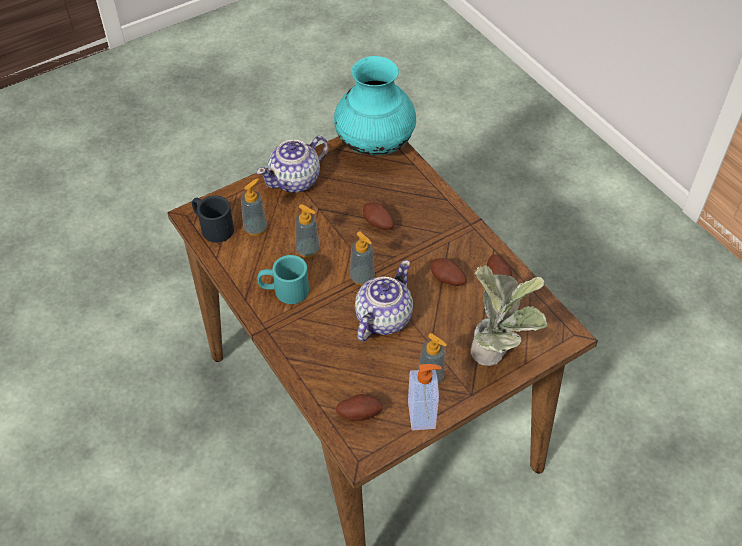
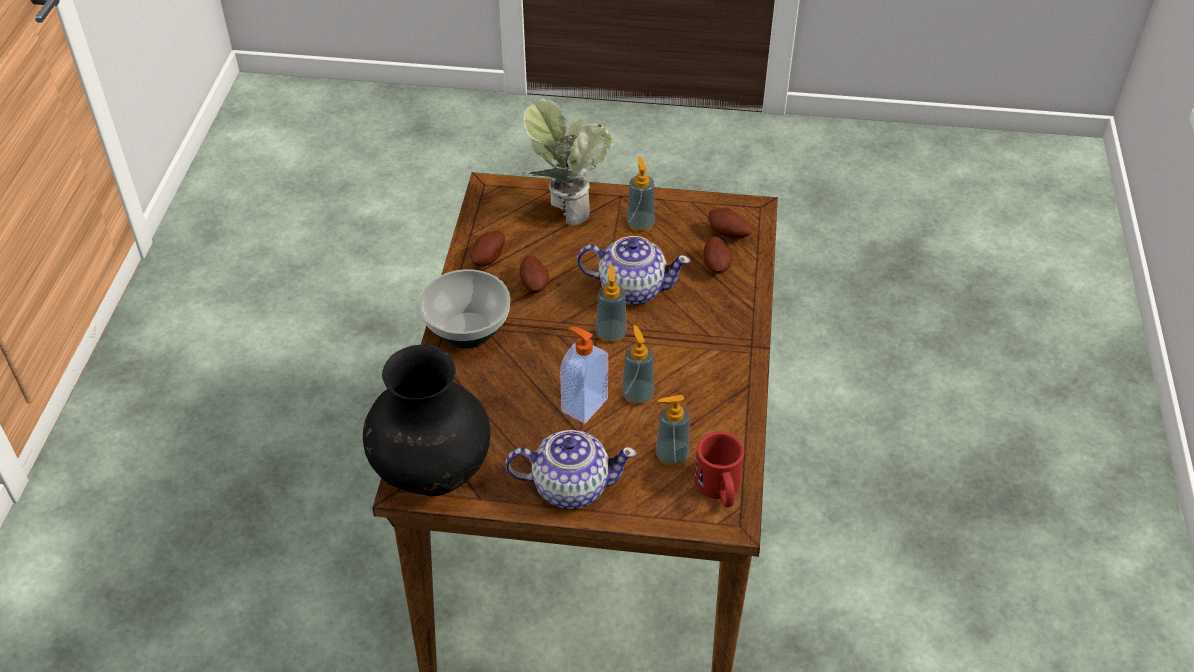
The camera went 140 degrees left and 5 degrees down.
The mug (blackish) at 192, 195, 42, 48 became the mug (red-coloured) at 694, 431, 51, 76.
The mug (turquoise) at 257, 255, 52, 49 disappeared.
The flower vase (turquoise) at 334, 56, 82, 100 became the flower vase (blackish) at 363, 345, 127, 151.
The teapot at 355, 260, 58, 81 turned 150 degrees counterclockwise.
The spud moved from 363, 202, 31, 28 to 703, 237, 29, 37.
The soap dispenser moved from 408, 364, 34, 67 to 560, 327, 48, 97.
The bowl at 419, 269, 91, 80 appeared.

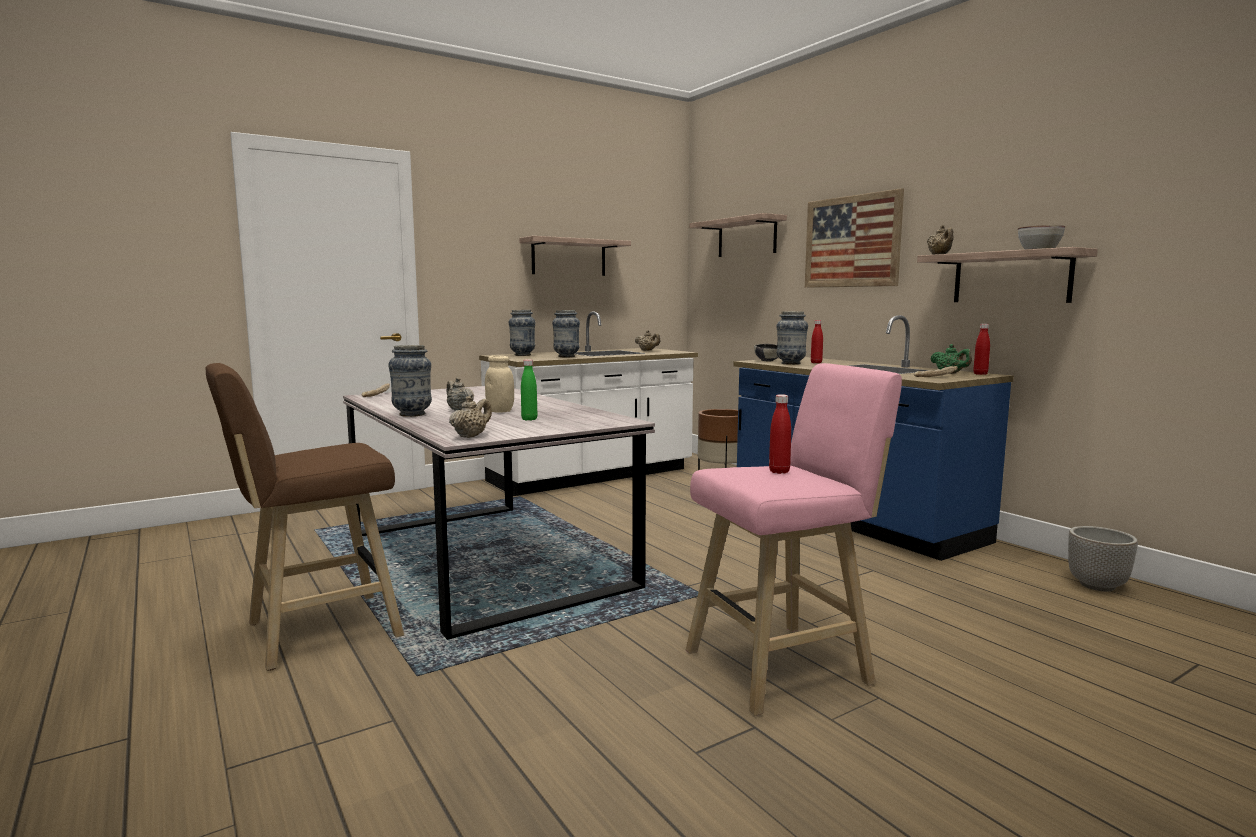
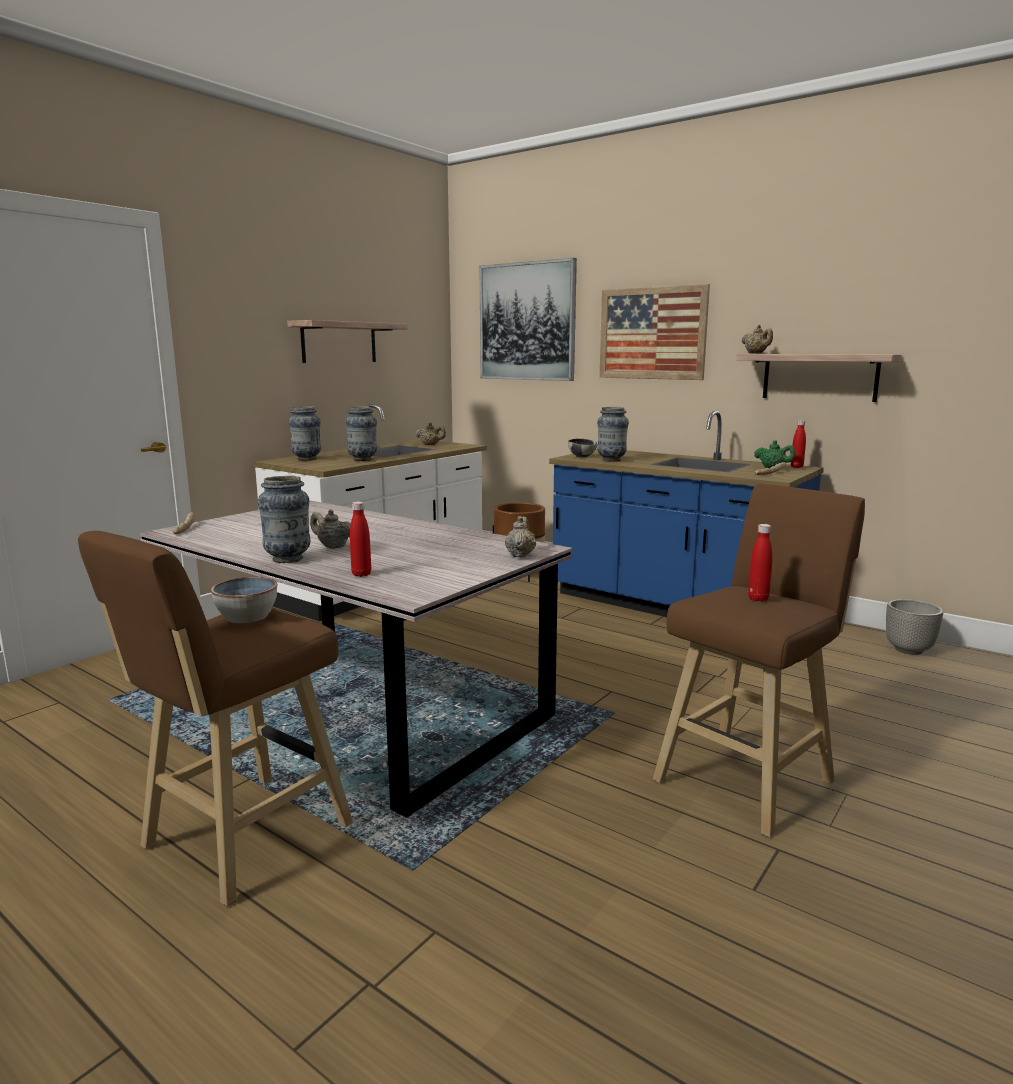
The camera went 20 degrees left and 5 degrees up.
The teapot (beige) moved from 449, 396, 43, 42 to 505, 516, 31, 42.
The jar (beige) at 485, 355, 29, 57 disappeared.
The beverage bottle (green-coloured) at 521, 359, 16, 61 disappeared.
The sitting stool (pink) at 686, 363, 216, 353 became the sitting stool (brownish) at 653, 484, 212, 354.
The bracket shelf at 689, 213, 98, 44 was replaced by the picture at 480, 258, 97, 123.
The beverage bottle (red-coloured) moved from 811, 320, 12, 43 to 350, 501, 21, 76.
The bowl moved from 1018, 225, 47, 25 to 211, 577, 66, 46.

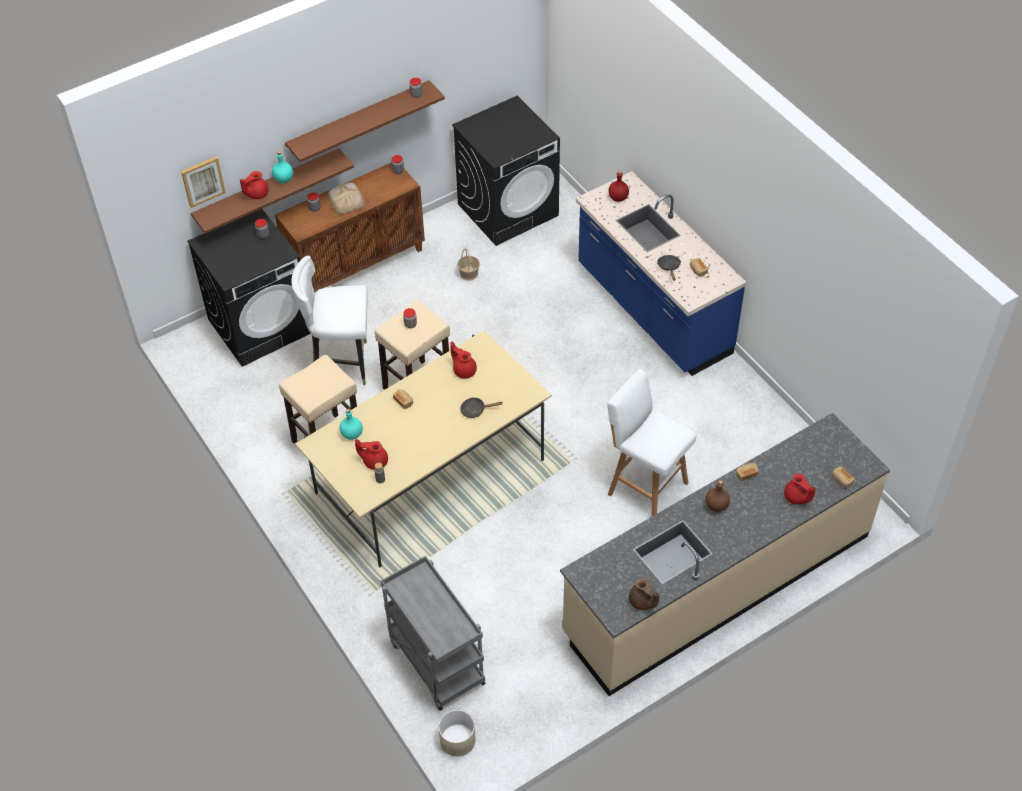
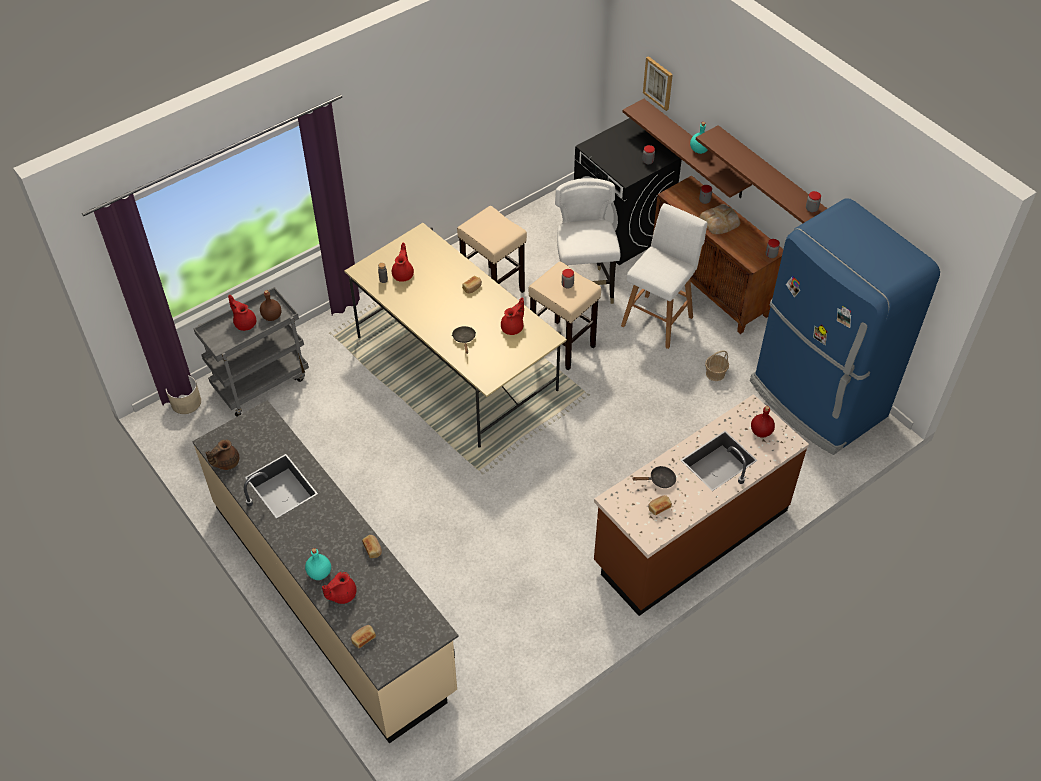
The camera went 85 degrees right and 0 degrees up.
The teapot (red-coloured) moved from 240, 171, 28, 28 to 228, 295, 28, 36.
The beverage bottle (turquoise) moved from 339, 409, 24, 31 to 305, 548, 26, 32.
The laundry machine (blackish) at 452, 96, 108, 150 was replaced by the kitchen fridge (blue-coloured) at 750, 198, 190, 257.
The kitchen counter (blue-coloured) at 576, 171, 170, 205 became the kitchen counter (brownish) at 594, 394, 215, 222.
The sitting stool (white) moved from 607, 369, 90, 147 to 621, 203, 86, 146.
The beverage bottle (brownish) moved from 705, 480, 25, 32 to 260, 290, 21, 31.

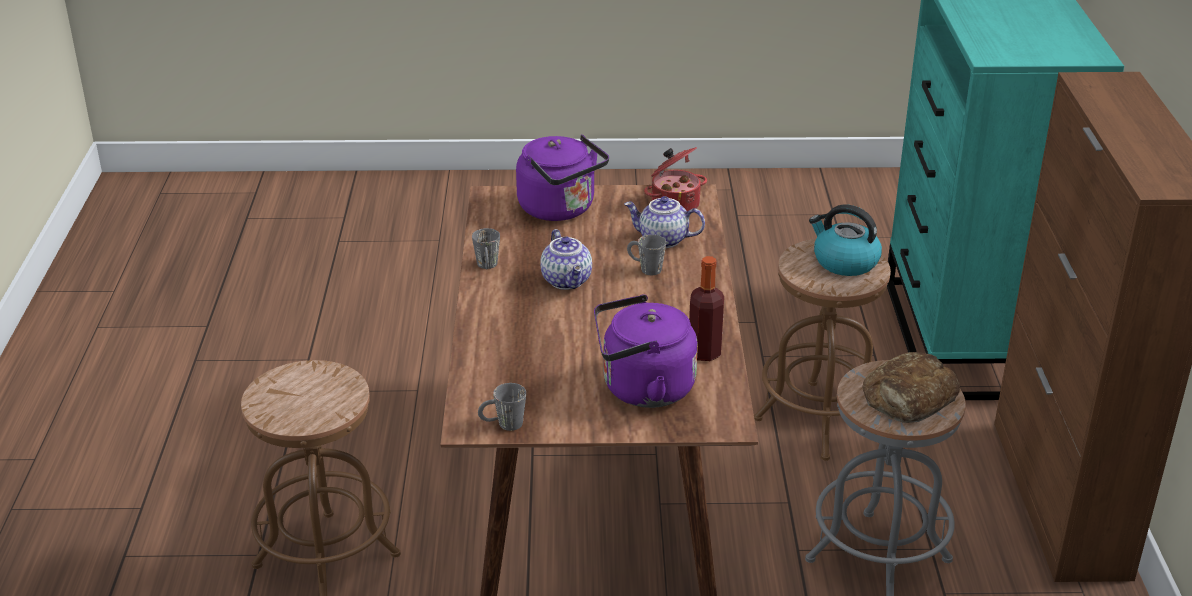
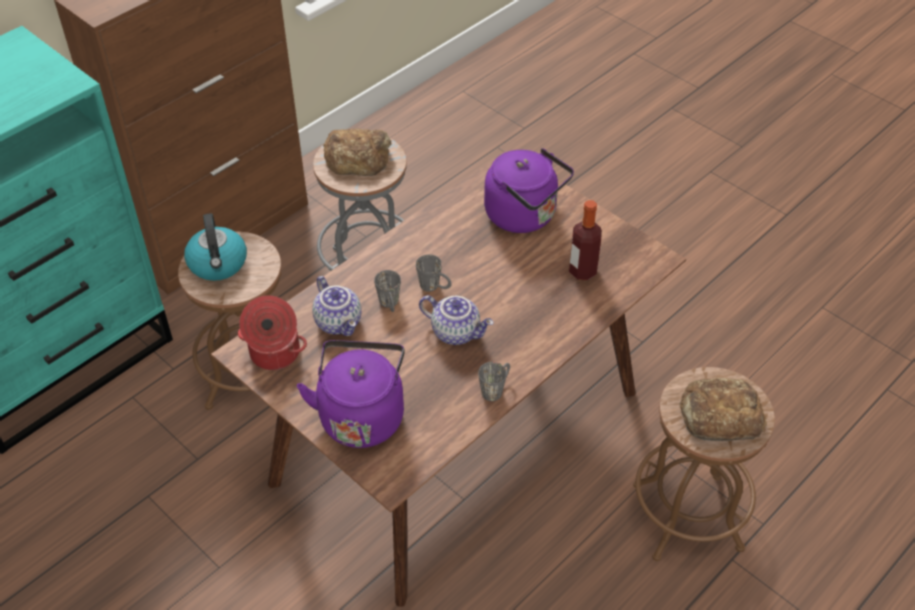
The camera went 135 degrees left and 15 degrees up.
The mug (grey) moved from 478, 383, 48, 48 to 416, 254, 36, 38.
The teapot at 540, 229, 52, 61 turned 90 degrees clockwise.
The beverage bottle moved from 689, 256, 35, 105 to 569, 200, 33, 80.
The bread at 680, 378, 87, 63 appeared.

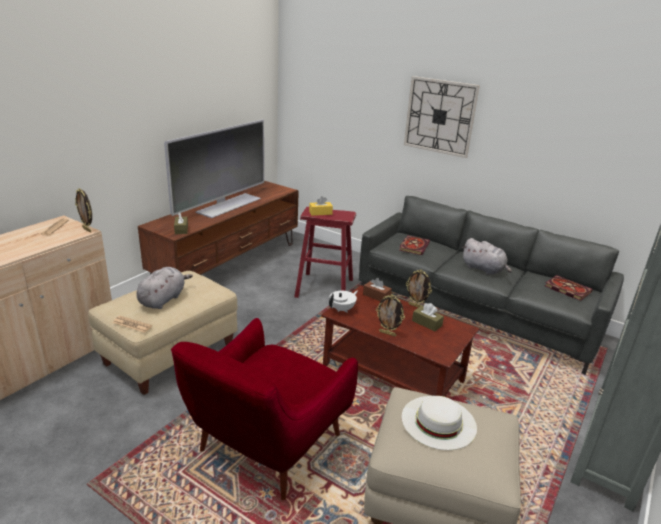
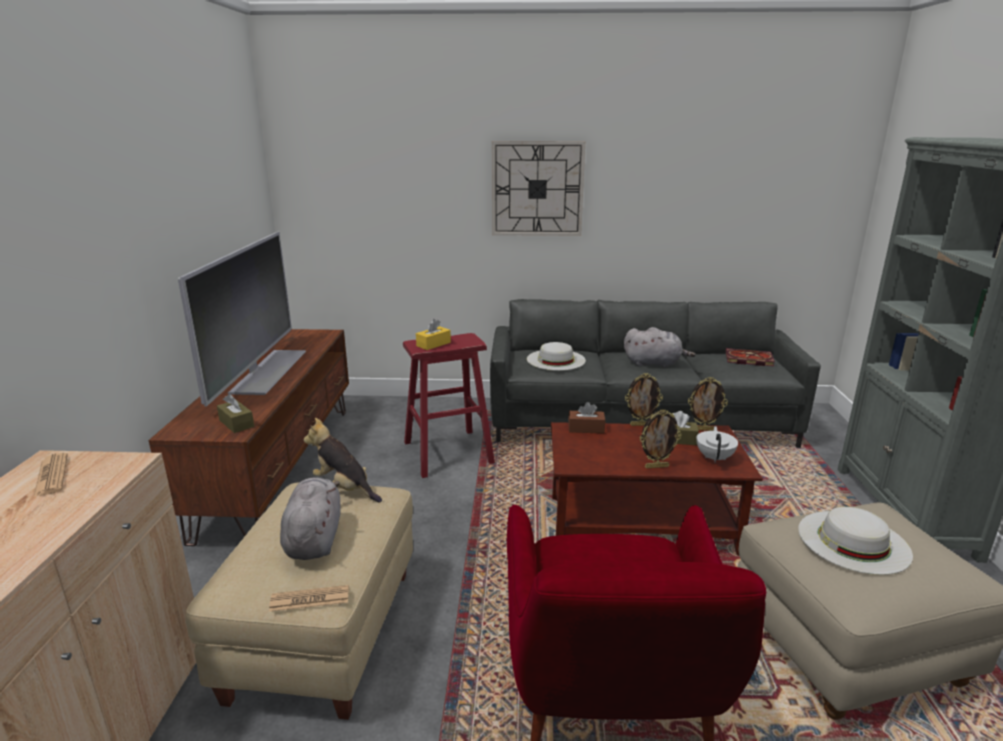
The camera went 30 degrees left and 5 degrees down.
The photo frame moved from 75, 188, 17, 45 to 688, 377, 40, 54.
The teapot (white) moved from 329, 291, 29, 21 to 696, 426, 42, 37.
The volume at 399, 235, 31, 20 was replaced by the hat (white) at 527, 342, 59, 29.
The cuddly toy at 304, 418, 78, 85 appeared.

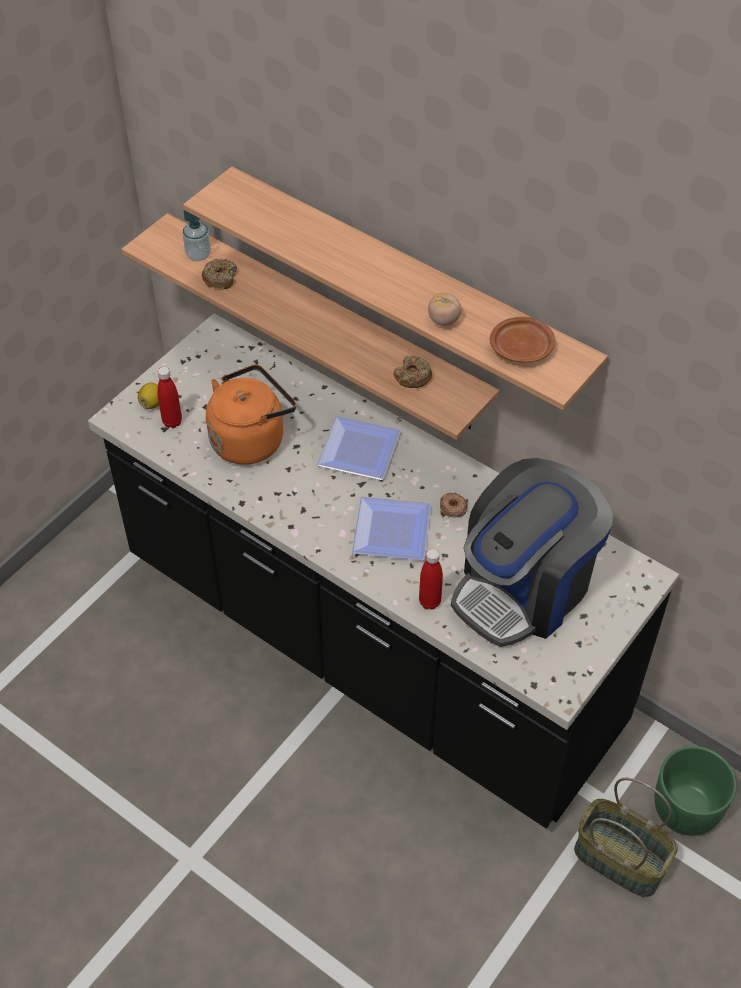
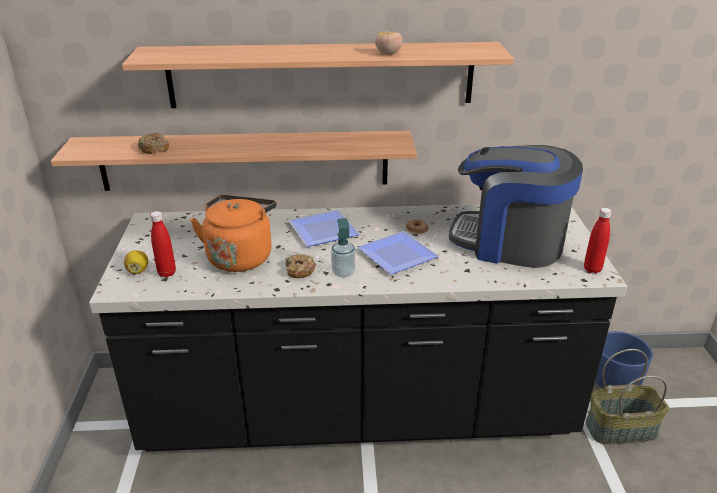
The camera went 40 degrees left and 20 degrees down.
The soap dispenser moved from 183, 210, 28, 51 to 331, 218, 24, 59.
The doughnut moved from 393, 356, 39, 32 to 286, 254, 30, 24.
The beverage bottle (red-coloured) moved from 419, 548, 24, 62 to 584, 208, 28, 65.
The coffee maker at 451, 458, 162, 189 turned 105 degrees clockwise.
The plate (brownish) at 490, 317, 65, 46 disappeared.
The flower pot (green-coloured) at 654, 746, 83, 90 became the flower pot (blue-coloured) at 595, 331, 58, 57.

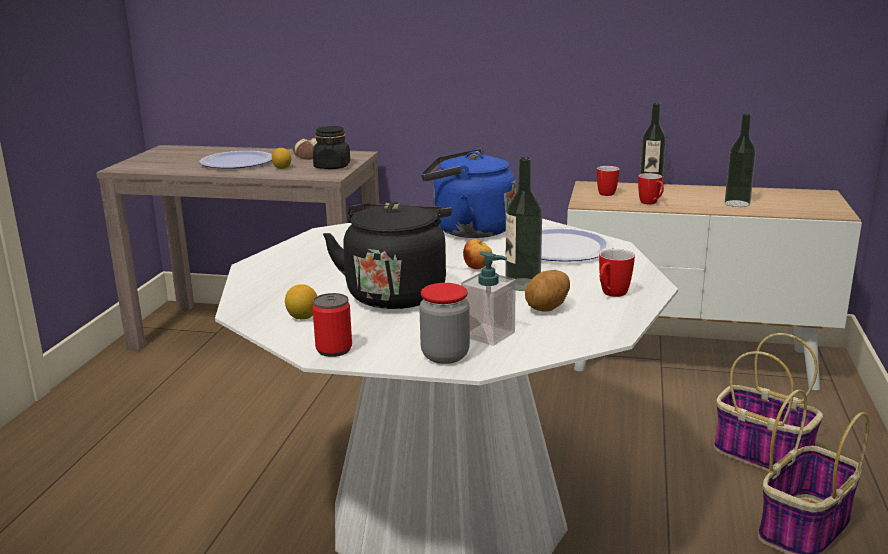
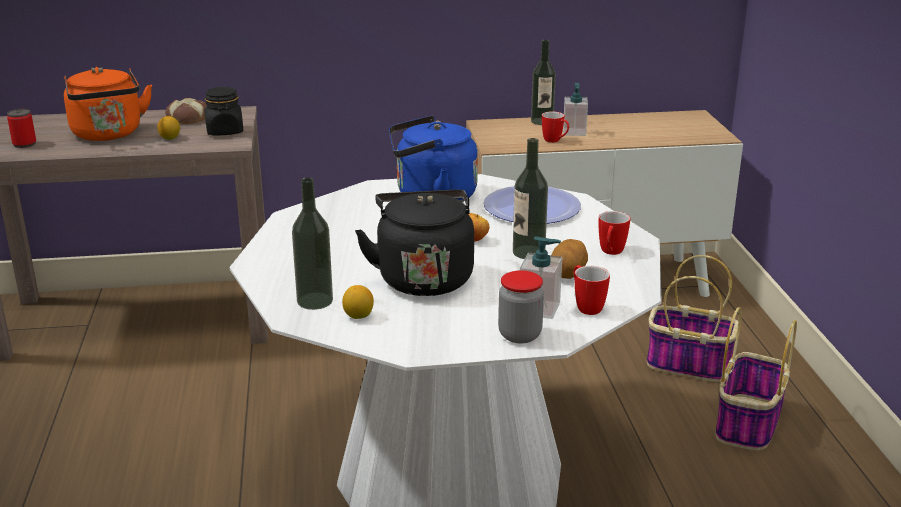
The camera went 20 degrees left and 5 degrees up.
The plate at 199, 151, 73, 18 was replaced by the kettle (orange) at 64, 67, 88, 74.
The sealed can moved from 312, 293, 40, 64 to 7, 109, 29, 39.
The mug moved from 597, 166, 23, 30 to 574, 265, 36, 50.
The beverage bottle moved from 725, 114, 31, 93 to 292, 177, 41, 133.
The soap dispenser at 563, 83, 25, 53 appeared.

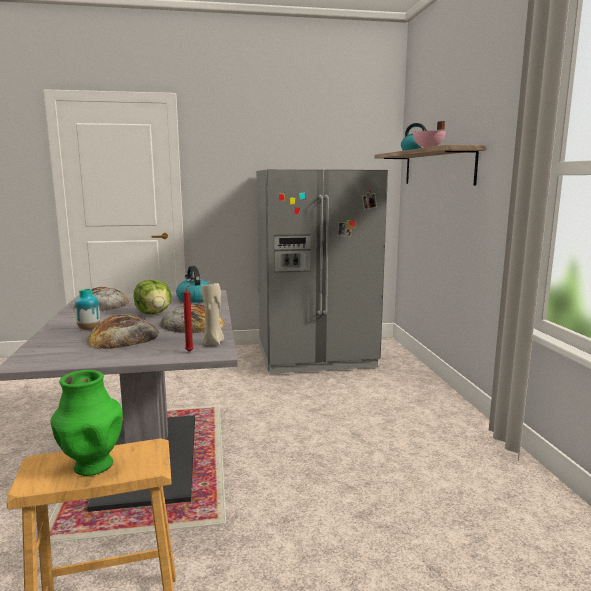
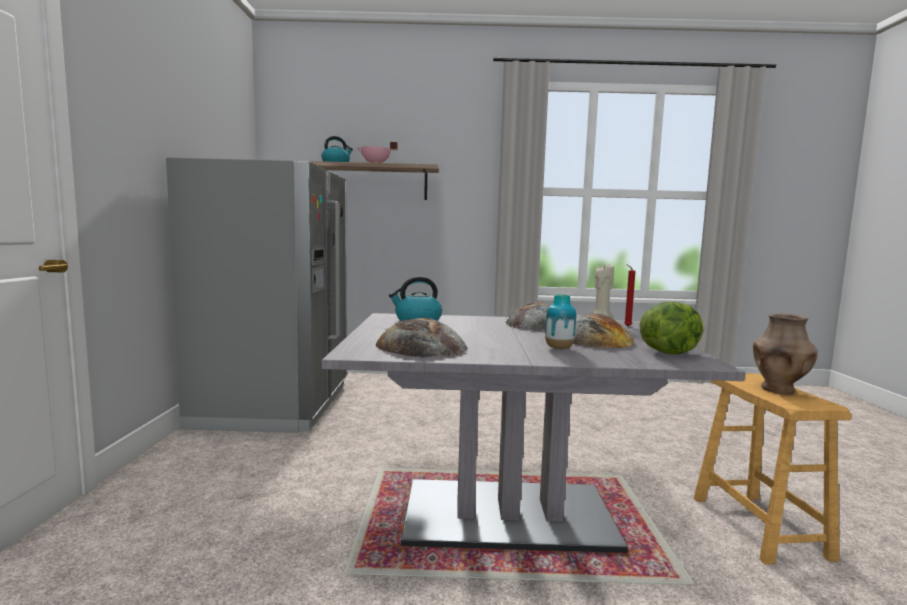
The camera went 80 degrees left and 5 degrees down.
The flower vase (green-coloured) at 51, 370, 72, 106 became the flower vase (brownish) at 753, 313, 65, 82.
The head of lettuce moved from 134, 280, 38, 34 to 639, 302, 66, 52.

